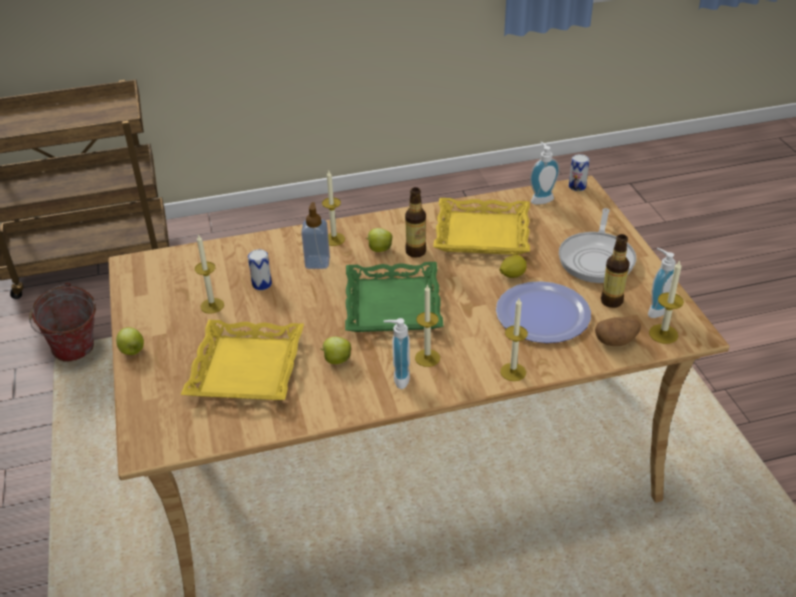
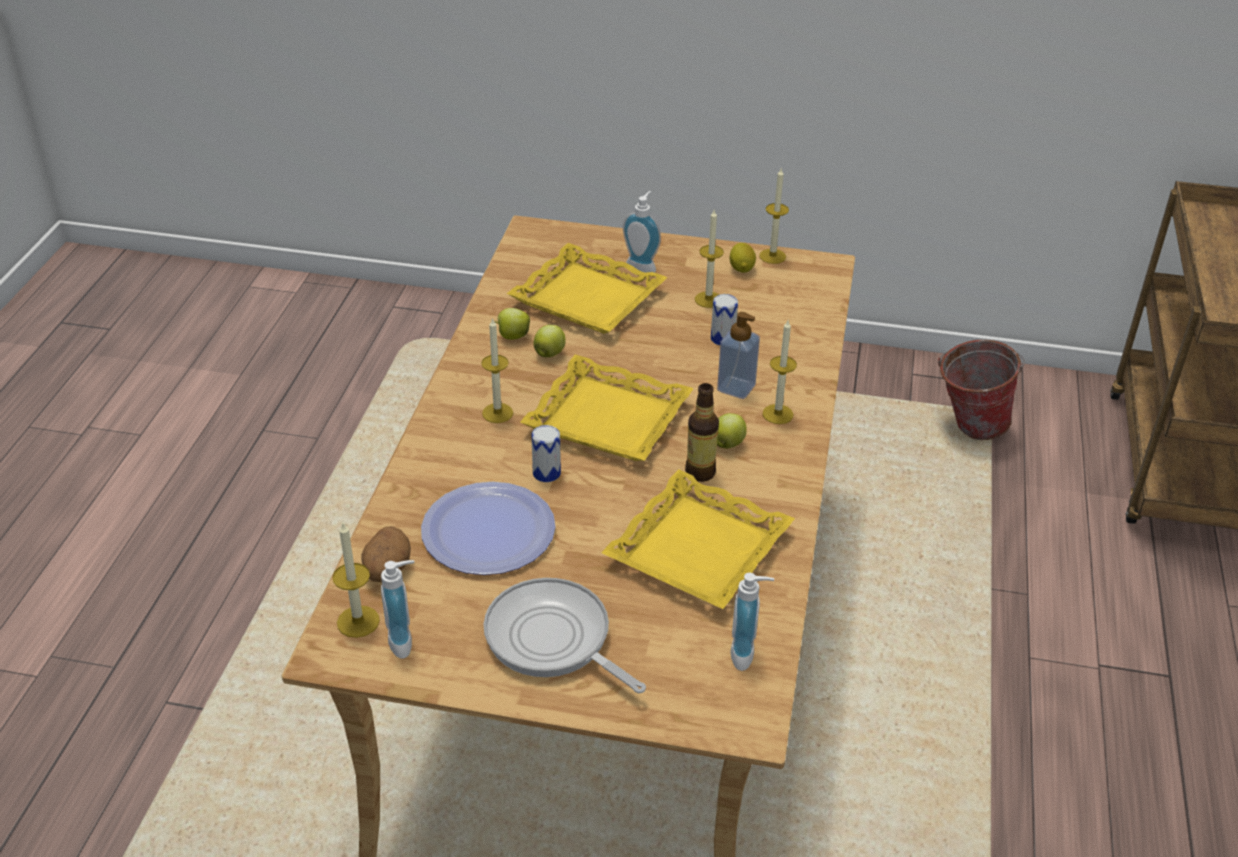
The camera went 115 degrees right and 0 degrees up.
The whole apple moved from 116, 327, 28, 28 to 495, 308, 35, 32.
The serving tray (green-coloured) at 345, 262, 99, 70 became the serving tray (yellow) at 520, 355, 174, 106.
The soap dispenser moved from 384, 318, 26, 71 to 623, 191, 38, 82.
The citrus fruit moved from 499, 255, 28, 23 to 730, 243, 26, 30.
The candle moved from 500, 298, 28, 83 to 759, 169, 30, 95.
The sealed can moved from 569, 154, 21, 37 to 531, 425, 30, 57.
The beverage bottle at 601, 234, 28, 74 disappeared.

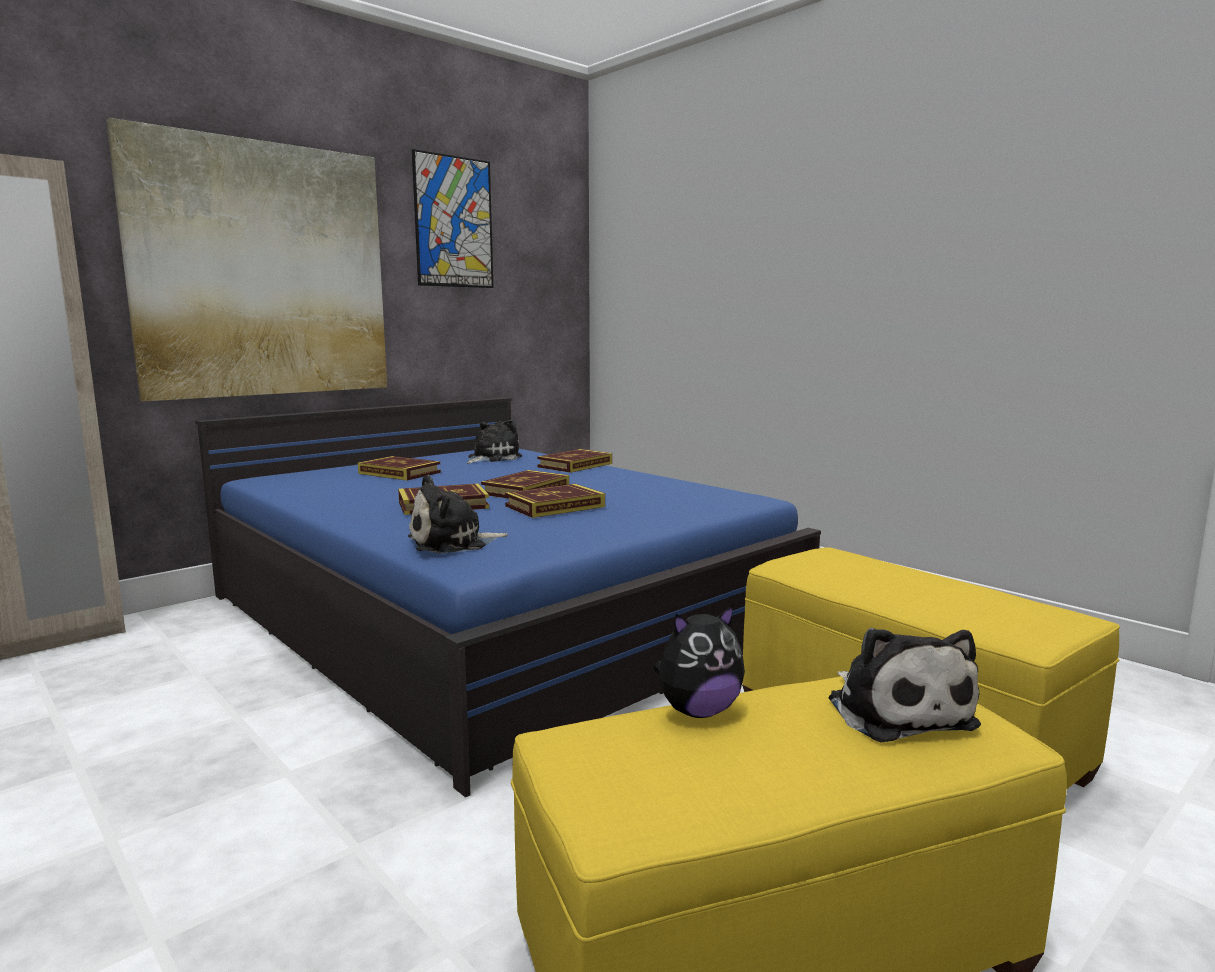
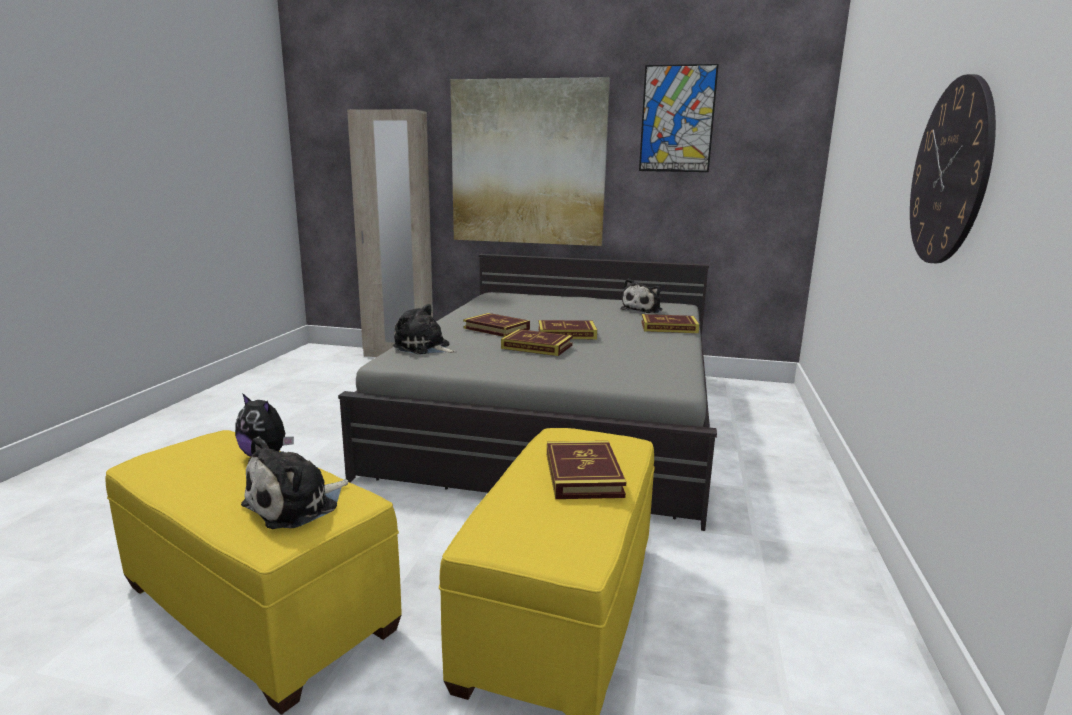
The camera went 55 degrees right and 5 degrees up.
The bed (blue-coloured) at 196, 397, 625, 400 became the bed (grey) at 338, 254, 379, 277.
The volume moved from 358, 456, 83, 24 to 547, 441, 79, 58.
The cuddly toy at 467, 420, 55, 44 turned 120 degrees clockwise.
The hanging clock at 910, 74, 86, 189 appeared.

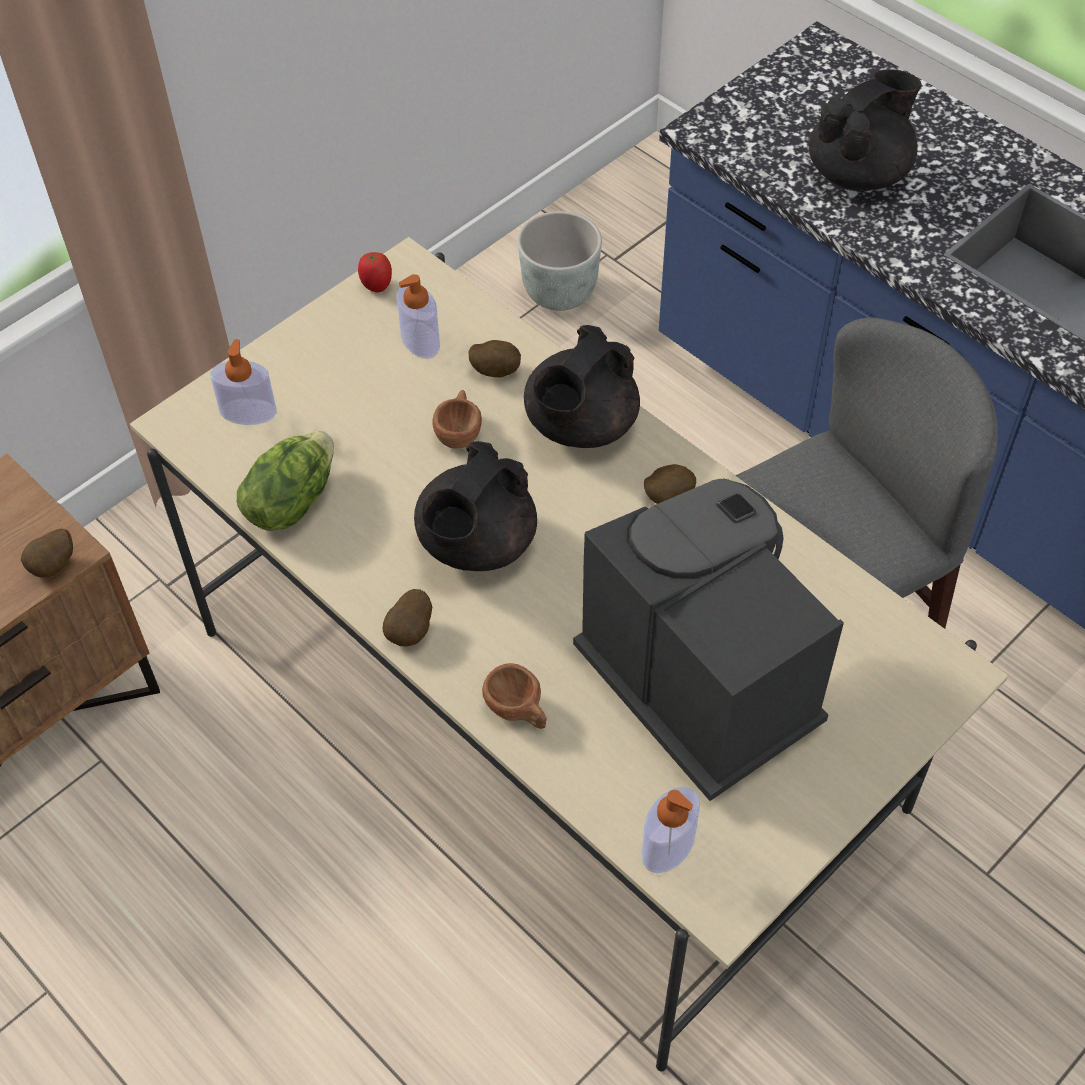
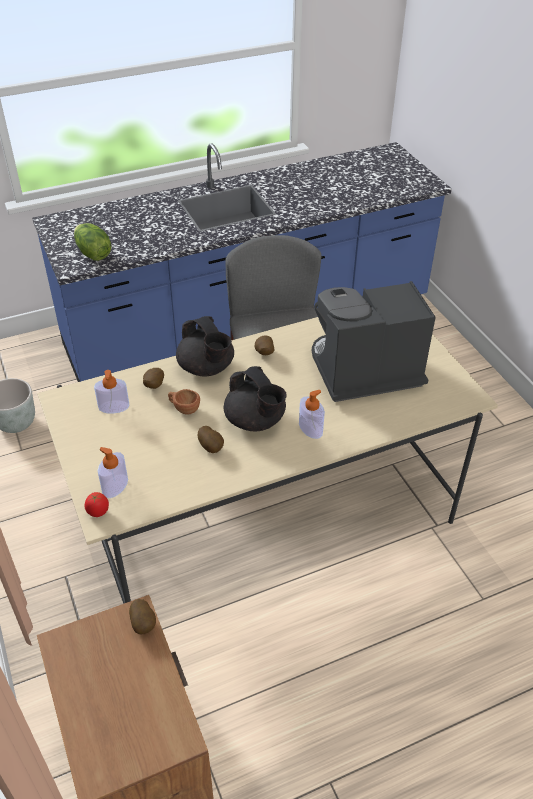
The camera went 70 degrees left and 10 degrees down.
The head of lettuce moved from 237, 431, 97, 100 to 74, 223, 37, 38.
The fresh tomato moved from 358, 252, 34, 40 to 84, 492, 25, 25.
The spud moved from 382, 589, 50, 57 to 198, 426, 26, 27.
The cup (brownish) at 482, 663, 65, 66 disappeared.
The soap dispenser moved from 642, 786, 58, 87 to 299, 390, 26, 49.
The teapot (blackish) at 809, 69, 112, 122 disappeared.

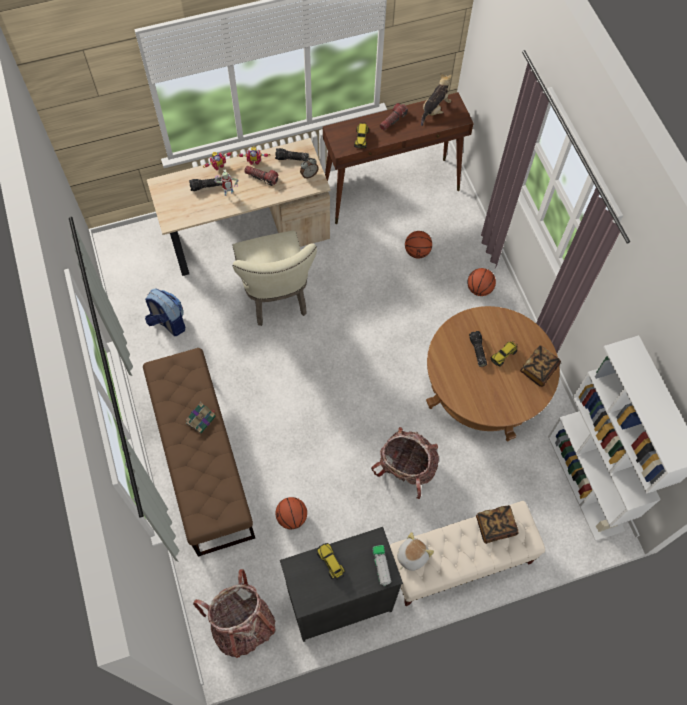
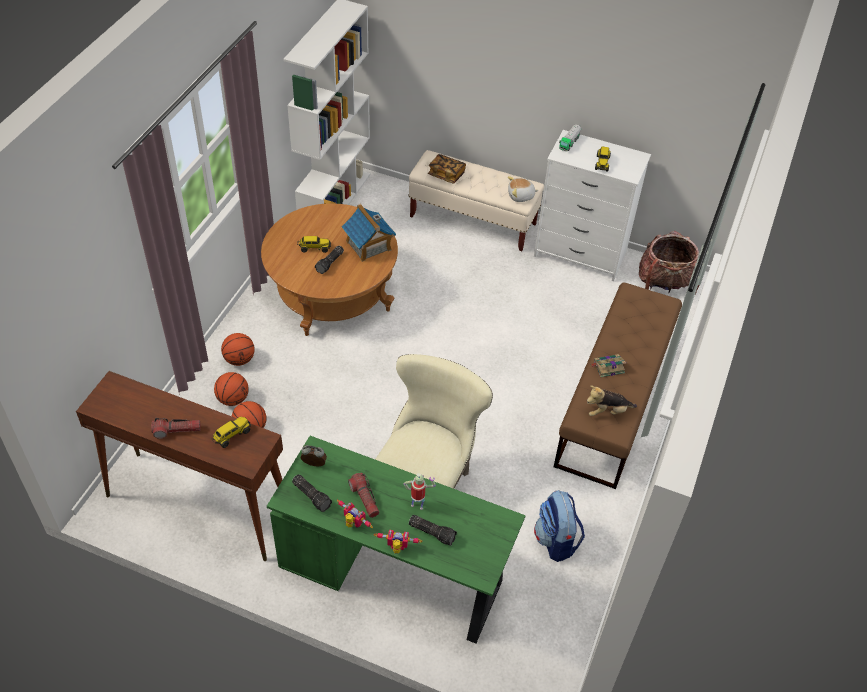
The camera went 140 degrees left and 15 degrees down.
The desk unit (beige) at 147, 138, 184, 138 became the desk unit (green-coloured) at 267, 436, 259, 208.
The basketball moved from 275, 497, 32, 32 to 214, 372, 35, 34.
The dresser (blackish) at 280, 527, 123, 115 became the dresser (white) at 534, 130, 117, 151.
The backpack at 371, 427, 68, 72 disappeared.
The cuddly toy moved from 421, 74, 31, 52 to 587, 385, 50, 31.
The volume at 520, 345, 41, 42 disappeared.
The model house at 342, 204, 54, 58 appeared.

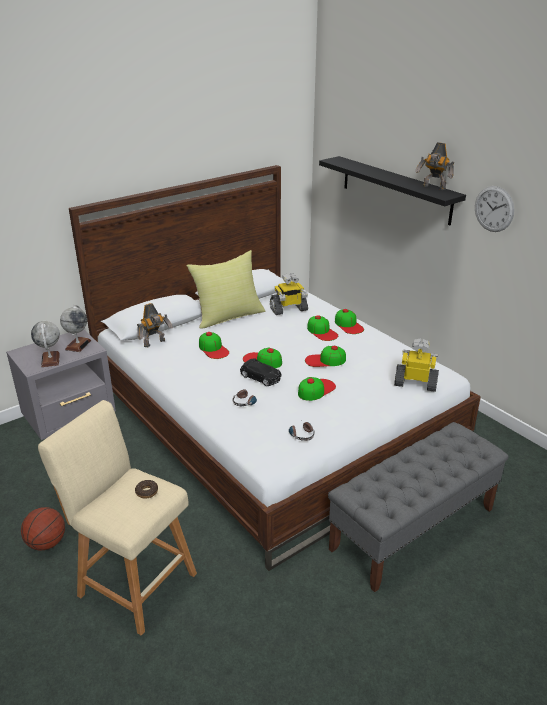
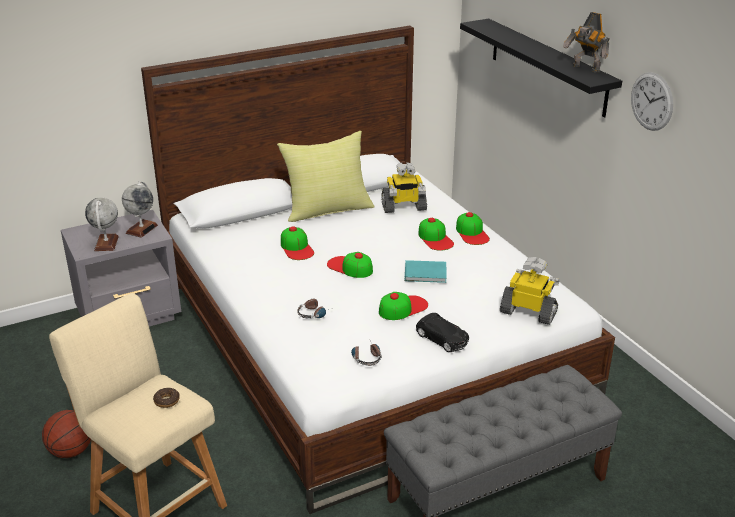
The camera went 10 degrees right and 0 degrees up.
The toy robot at 137, 303, 36, 45 disappeared.
The miniature car (blackish) moved from 240, 358, 41, 28 to 416, 313, 53, 39.
The cap at 305, 346, 41, 21 was replaced by the volume (turquoise) at 404, 260, 43, 23.

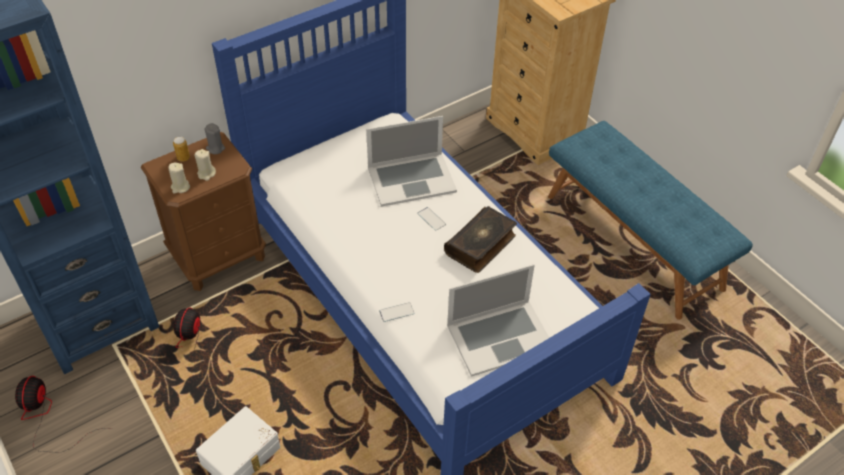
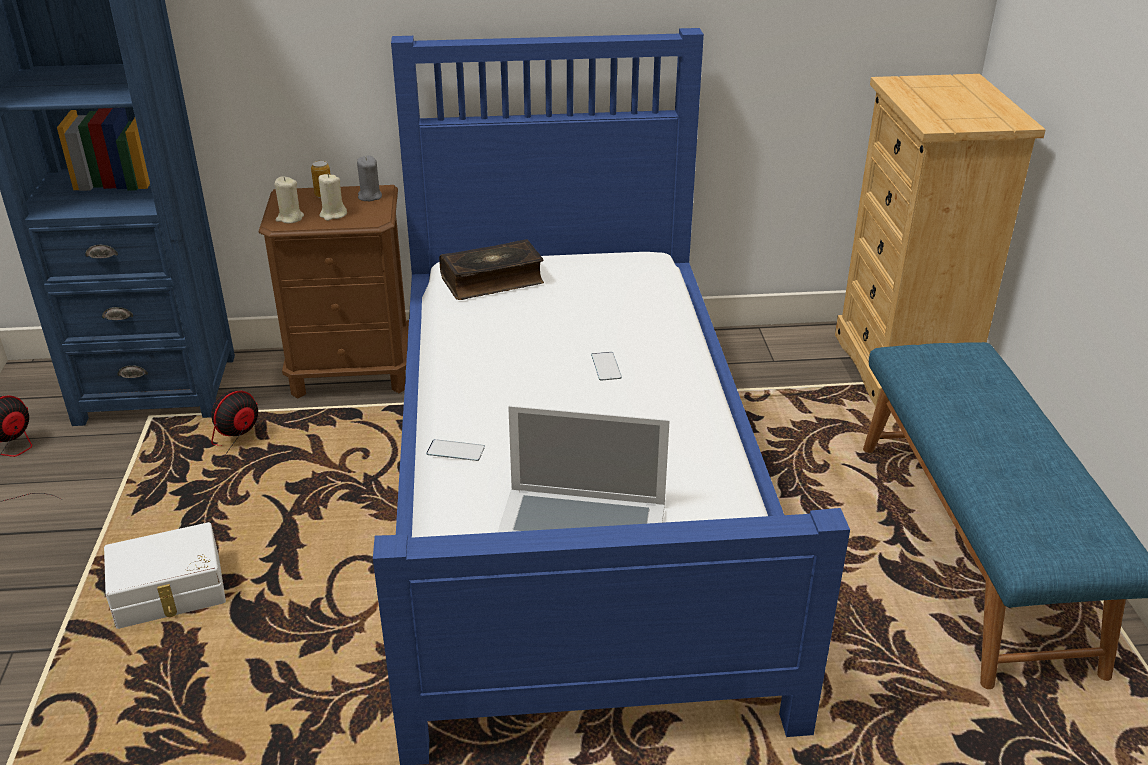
The camera went 30 degrees right and 15 degrees down.
The notebook computer at 366, 116, 91, 91 disappeared.
The volume moved from 444, 206, 73, 67 to 439, 239, 105, 61.

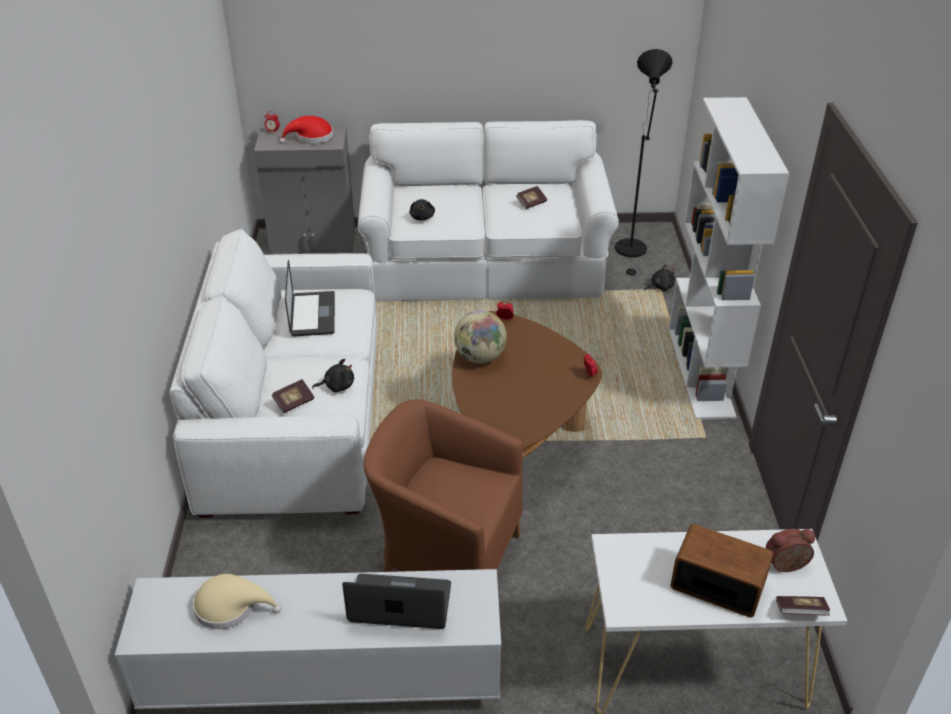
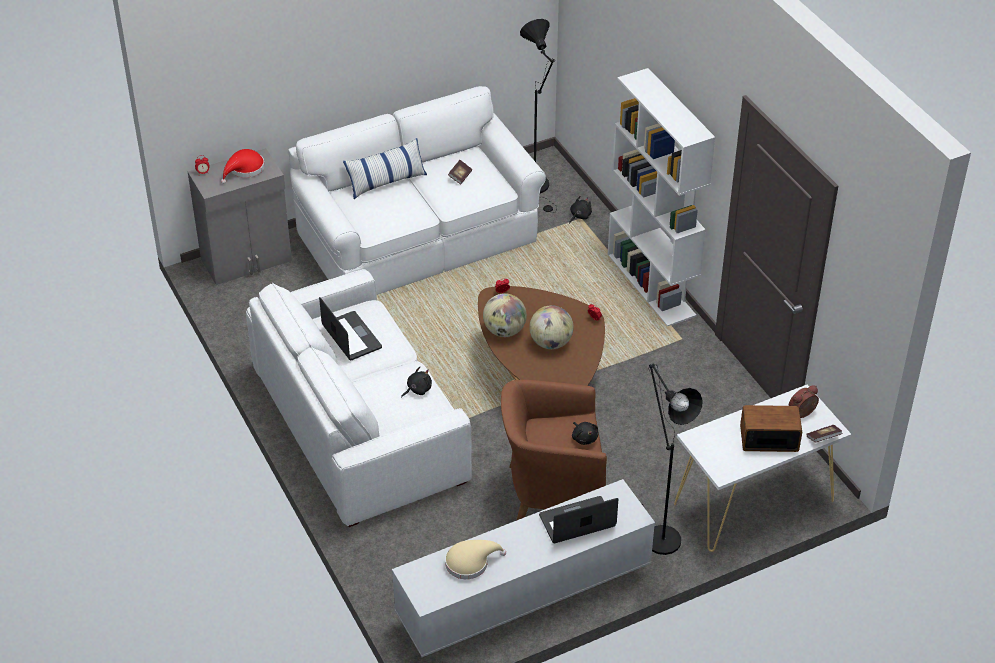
The camera went 25 degrees left and 5 degrees up.
The volume at 272, 379, 42, 34 disappeared.
The cuddly toy (blackish) moved from 409, 199, 26, 22 to 572, 422, 27, 23.
The throw pillow at 343, 138, 84, 61 appeared.
The world globe at 529, 305, 45, 44 appeared.
The floor lamp (blackish) at 641, 363, 62, 192 appeared.

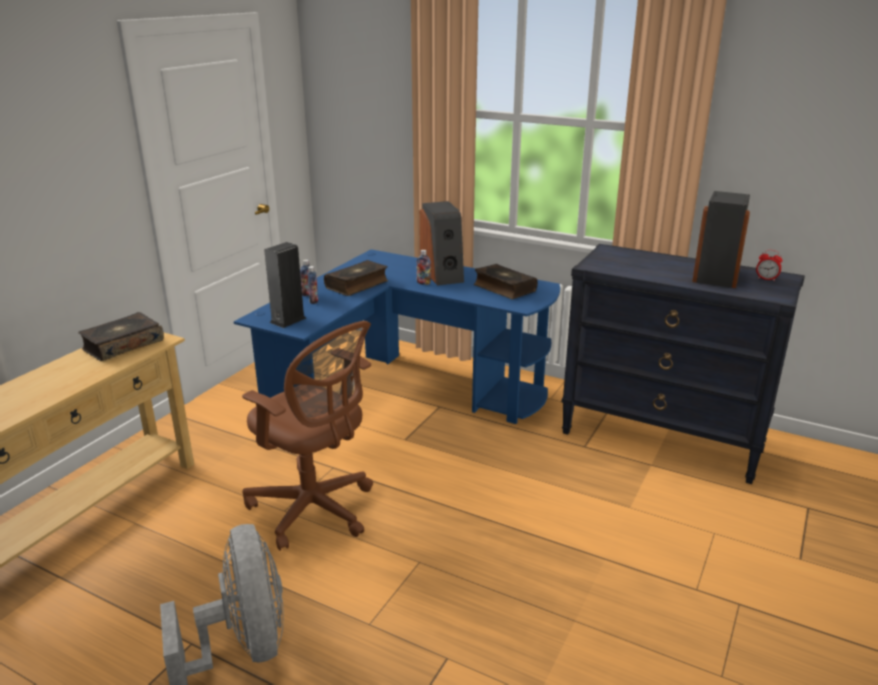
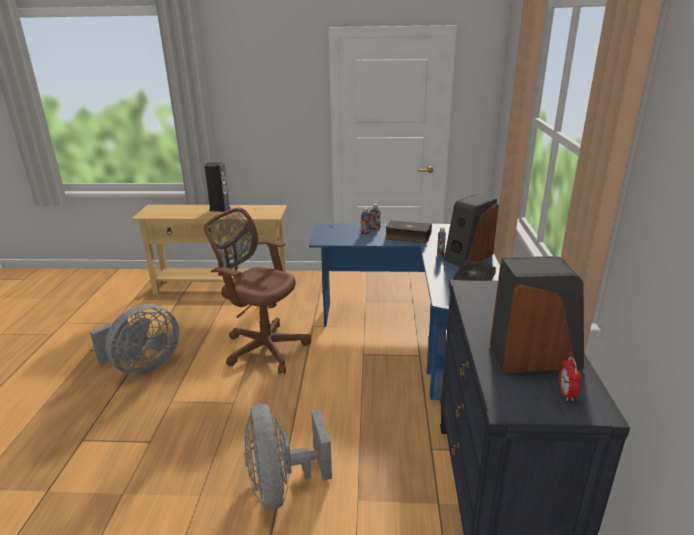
The camera went 65 degrees right and 0 degrees up.
The volume at 78, 312, 86, 49 disappeared.
The desk chair (brownish) at 242, 321, 131, 230 turned 105 degrees clockwise.
The speaker moved from 264, 242, 42, 86 to 204, 162, 27, 50.
The electric fan (grey) at 244, 404, 88, 106 appeared.

